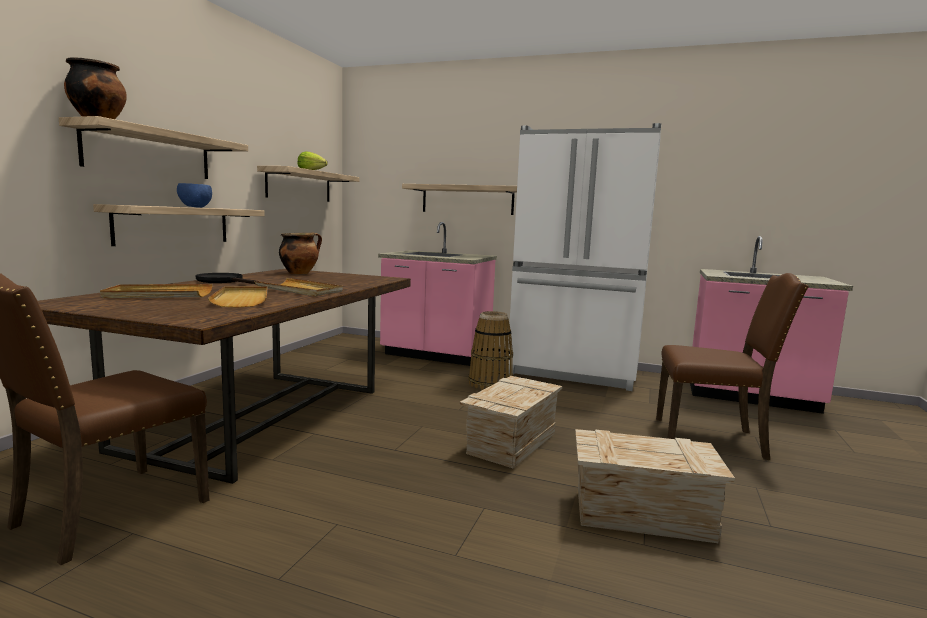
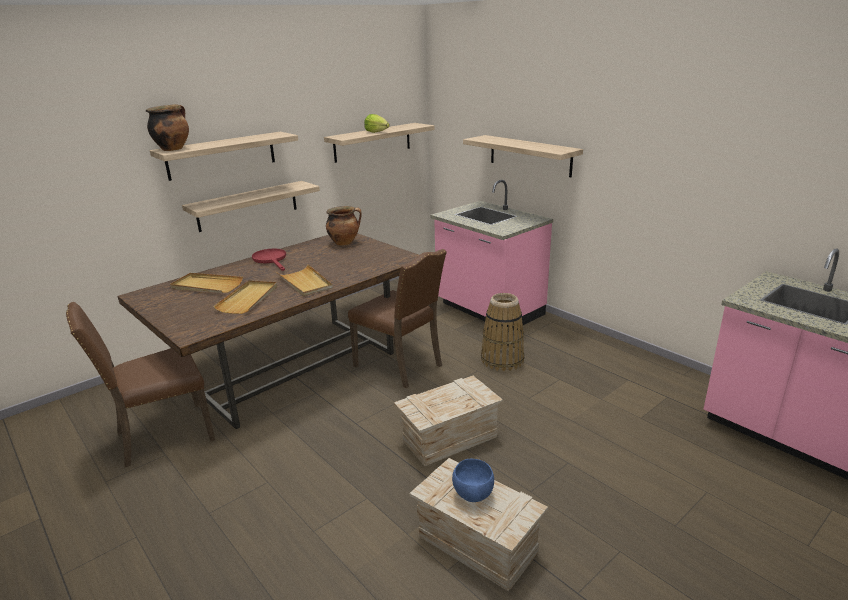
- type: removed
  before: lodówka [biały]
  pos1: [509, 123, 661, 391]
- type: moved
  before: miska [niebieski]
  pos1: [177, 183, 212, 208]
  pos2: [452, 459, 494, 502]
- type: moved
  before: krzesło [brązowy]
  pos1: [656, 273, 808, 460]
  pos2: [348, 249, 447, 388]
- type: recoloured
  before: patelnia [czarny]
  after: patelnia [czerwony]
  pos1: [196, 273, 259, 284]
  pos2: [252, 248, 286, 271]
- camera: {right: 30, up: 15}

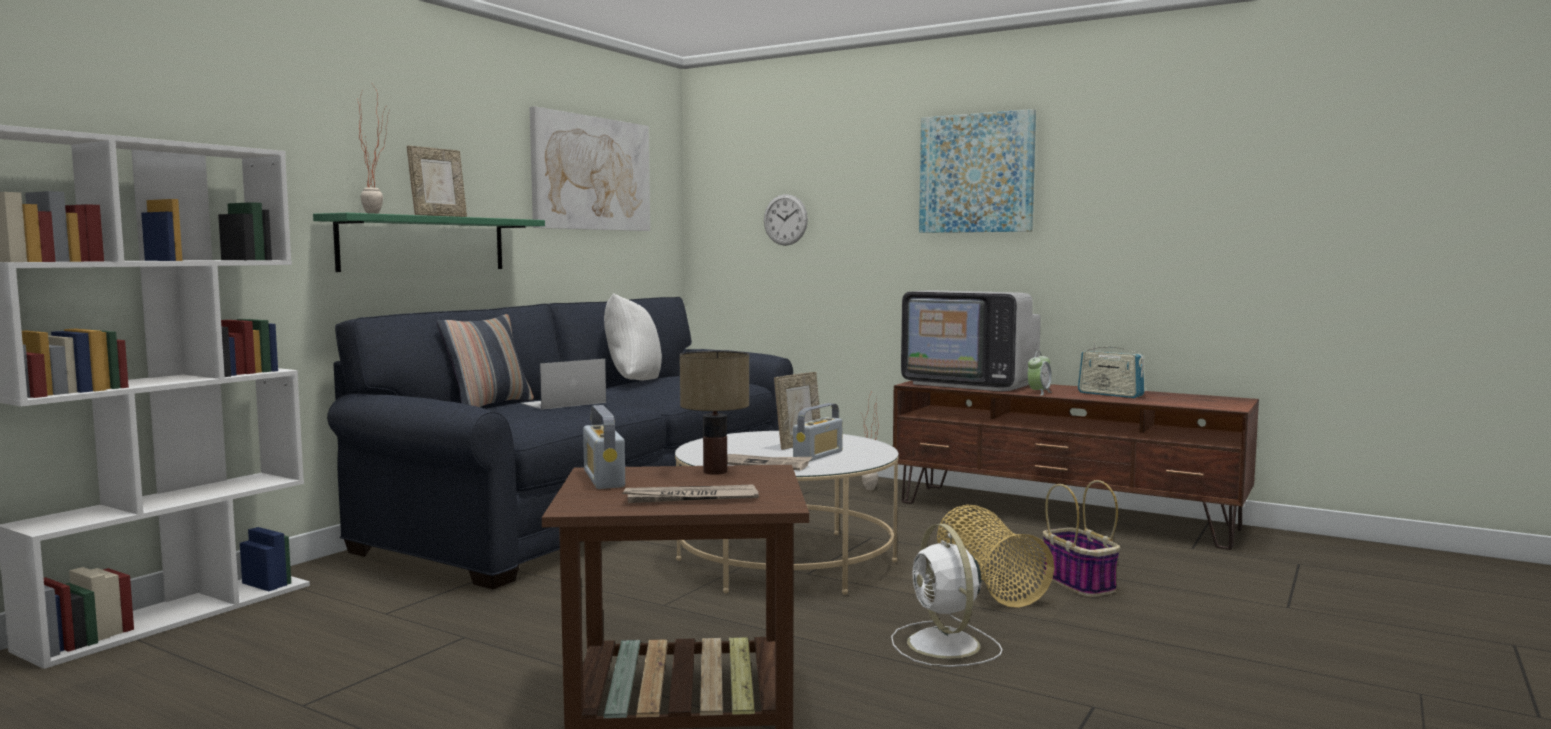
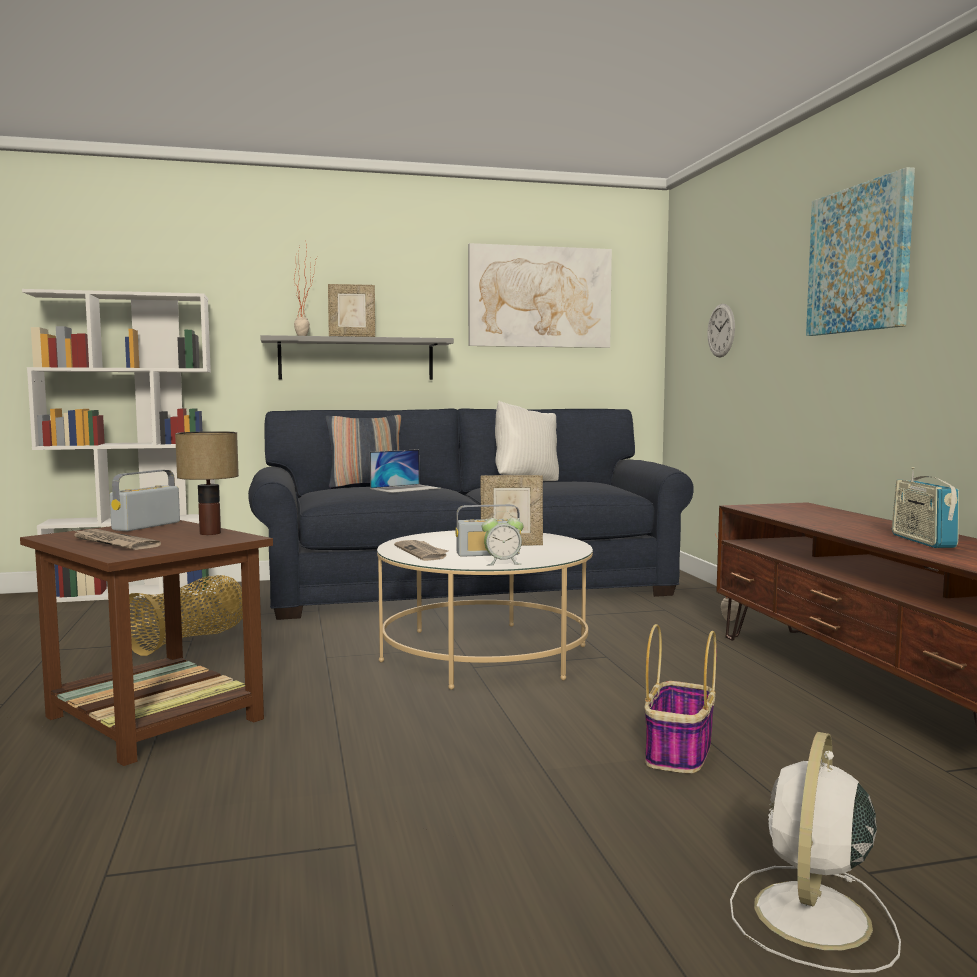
- type: removed
  before: telewizor
  pos1: [901, 290, 1041, 391]
- type: moved
  before: wentylator [biały]
  pos1: [891, 524, 1003, 667]
  pos2: [730, 732, 901, 973]
- type: moved
  before: koszyk
  pos1: [937, 505, 1054, 608]
  pos2: [129, 575, 243, 656]
- type: moved
  before: budzik
  pos1: [1027, 351, 1052, 395]
  pos2: [482, 511, 524, 566]
- type: recoloured
  before: półka [zielony]
  after: półka [szary]
  pos1: [313, 213, 545, 272]
  pos2: [260, 335, 454, 380]
- type: turned
  before: laptop
  pos1: [521, 359, 606, 410]
  pos2: [370, 449, 441, 493]
  turn: 135
- camera: {right: 45, up: 0}

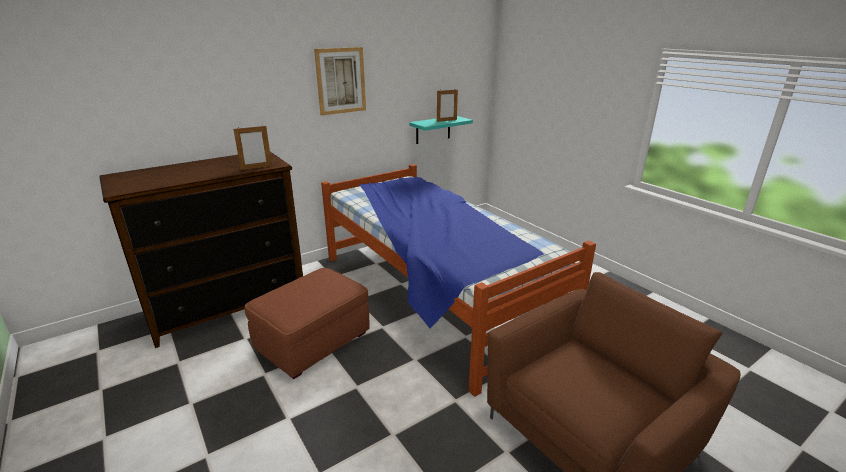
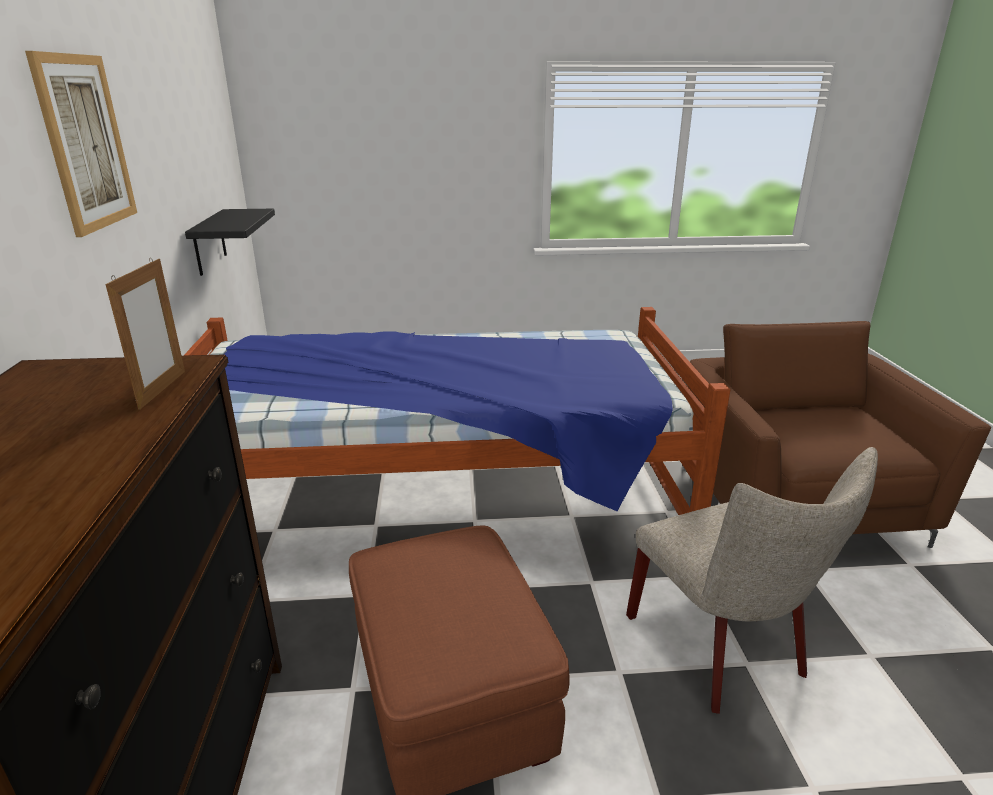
- type: removed
  before: ramka na zdjęcie
  pos1: [437, 90, 458, 122]
- type: added
  after: krzesło [beżowy]
  pos2: [626, 447, 878, 714]
- type: recoloured
  before: półka [turkusowy]
  after: półka [czarny]
  pos1: [409, 116, 473, 144]
  pos2: [185, 209, 275, 276]
- camera: {right: -60, up: 0}

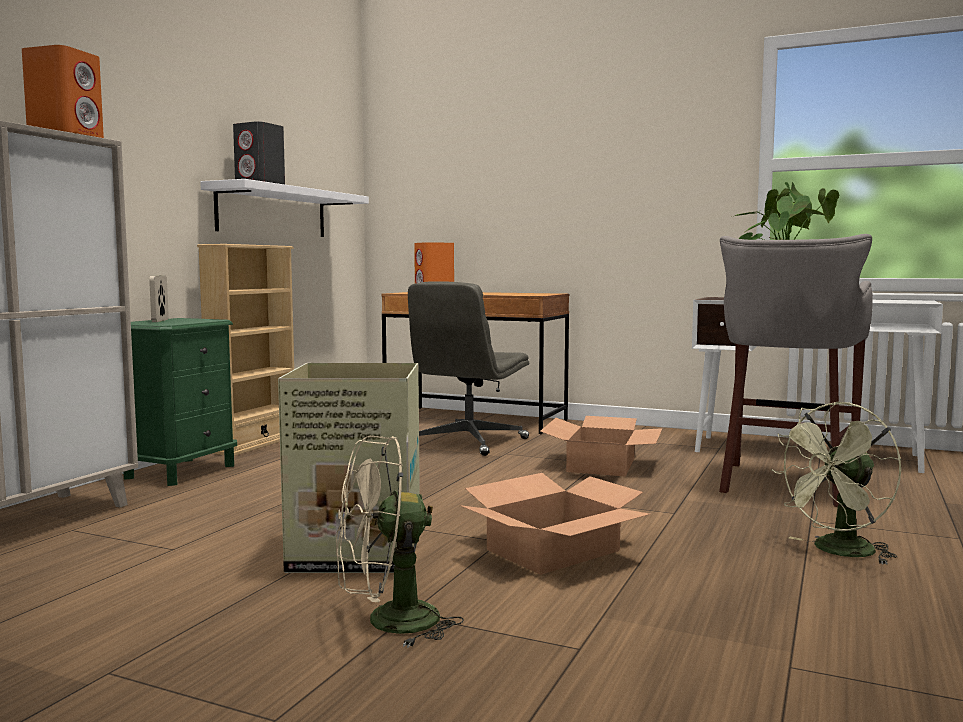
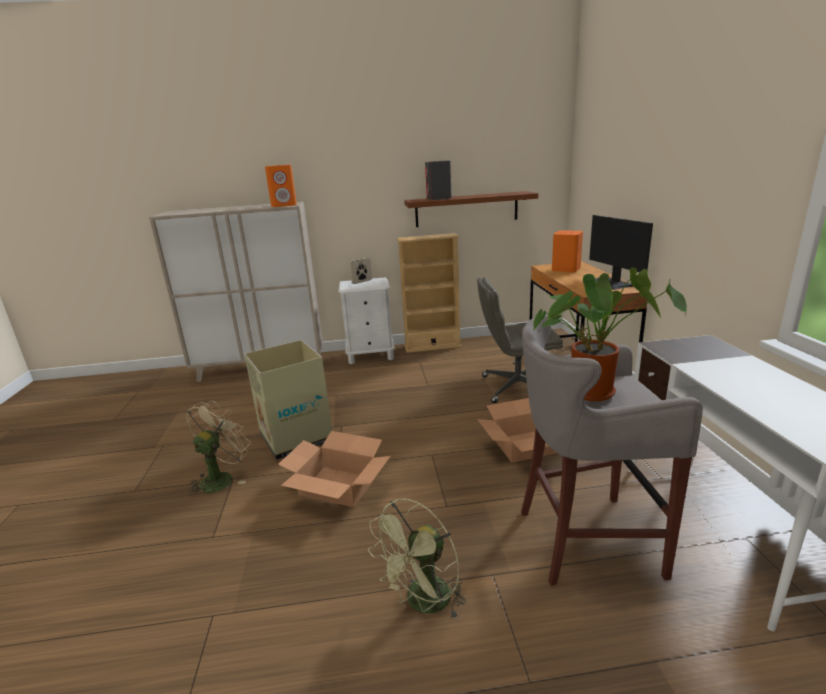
- type: added
  after: monitor
  pos2: [589, 215, 653, 290]
- type: recoloured
  before: szafka nocna [zielony]
  after: szafka nocna [biały]
  pos1: [123, 318, 237, 486]
  pos2: [338, 277, 395, 364]
- type: recoloured
  before: półka [biały]
  after: półka [brązowy]
  pos1: [200, 179, 369, 237]
  pos2: [404, 191, 538, 227]
- type: turned
  before: wentylator [beżowy]
  pos1: [336, 436, 464, 648]
  pos2: [187, 400, 251, 496]
  turn: 75
- type: turned
  before: wentylator [zielony]
  pos1: [771, 402, 901, 565]
  pos2: [368, 499, 466, 620]
  turn: -75
- camera: {right: 60, up: 15}

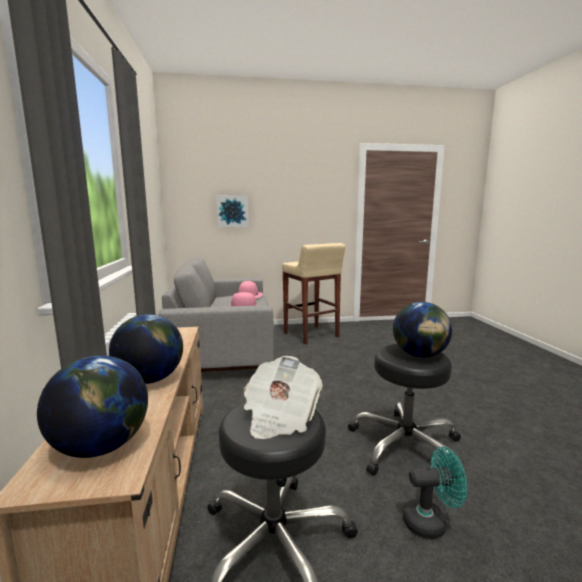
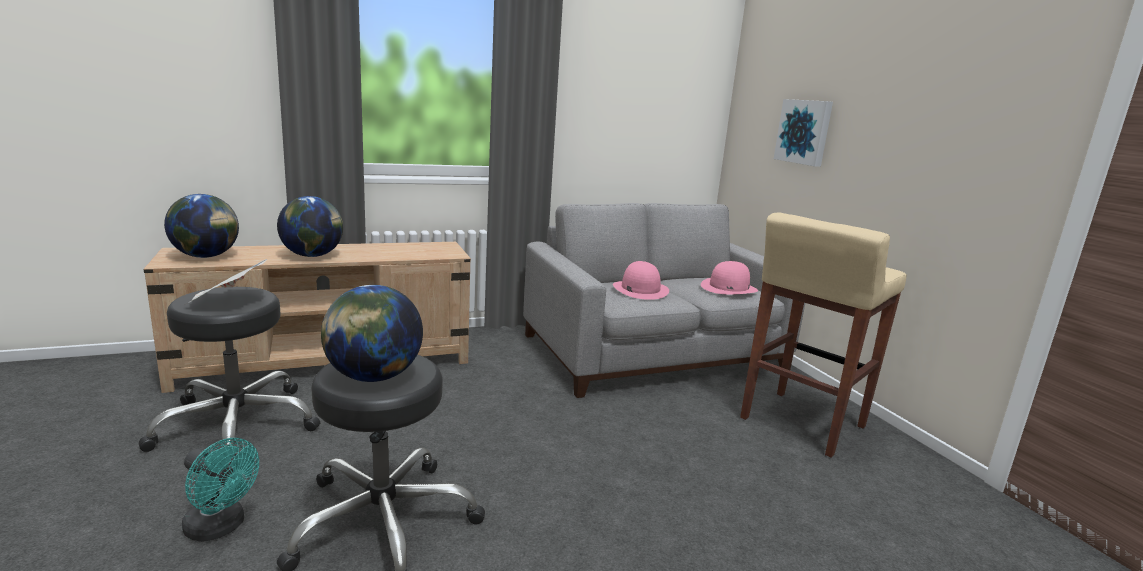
- type: turned
  before: wentylator [turkusowy]
  pos1: [403, 447, 467, 539]
  pos2: [182, 438, 259, 542]
  turn: -45
- camera: {right: 75, up: 5}

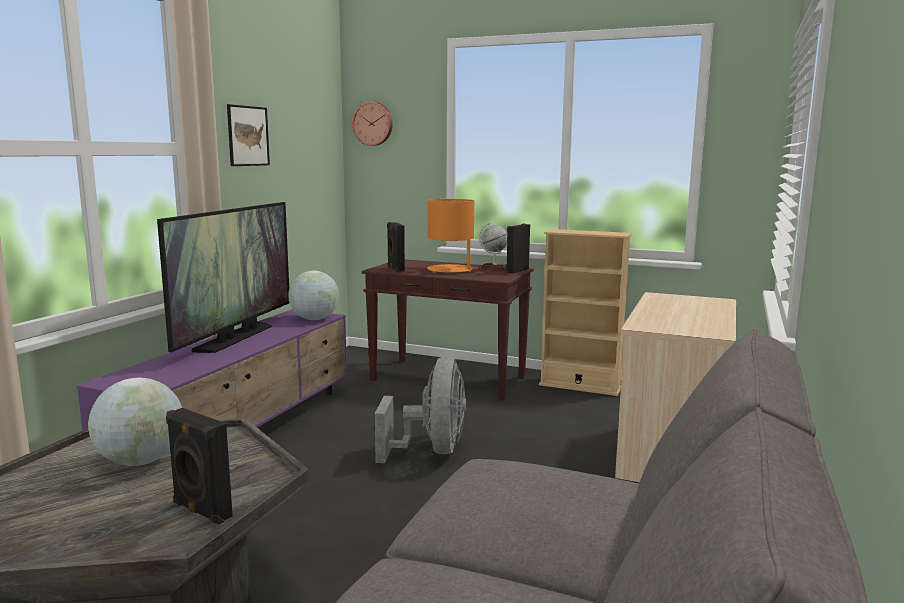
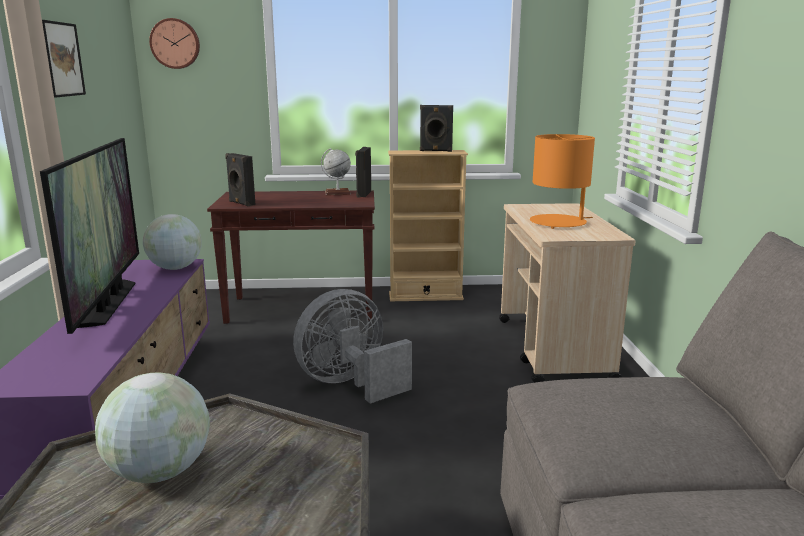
- type: moved
  before: głośnik [czarny]
  pos1: [166, 408, 233, 525]
  pos2: [420, 105, 453, 152]
- type: moved
  before: lampa stołowa [pomarańczowy]
  pos1: [427, 199, 478, 273]
  pos2: [530, 134, 595, 229]
- type: turned
  before: wentylator [szary]
  pos1: [375, 356, 466, 463]
  pos2: [293, 289, 412, 404]
  turn: -105
- camera: {right: -25, up: 5}

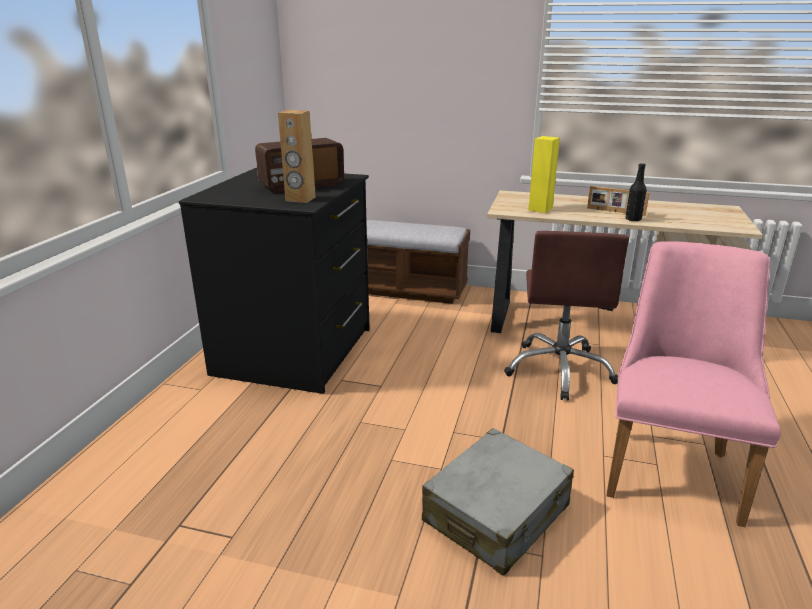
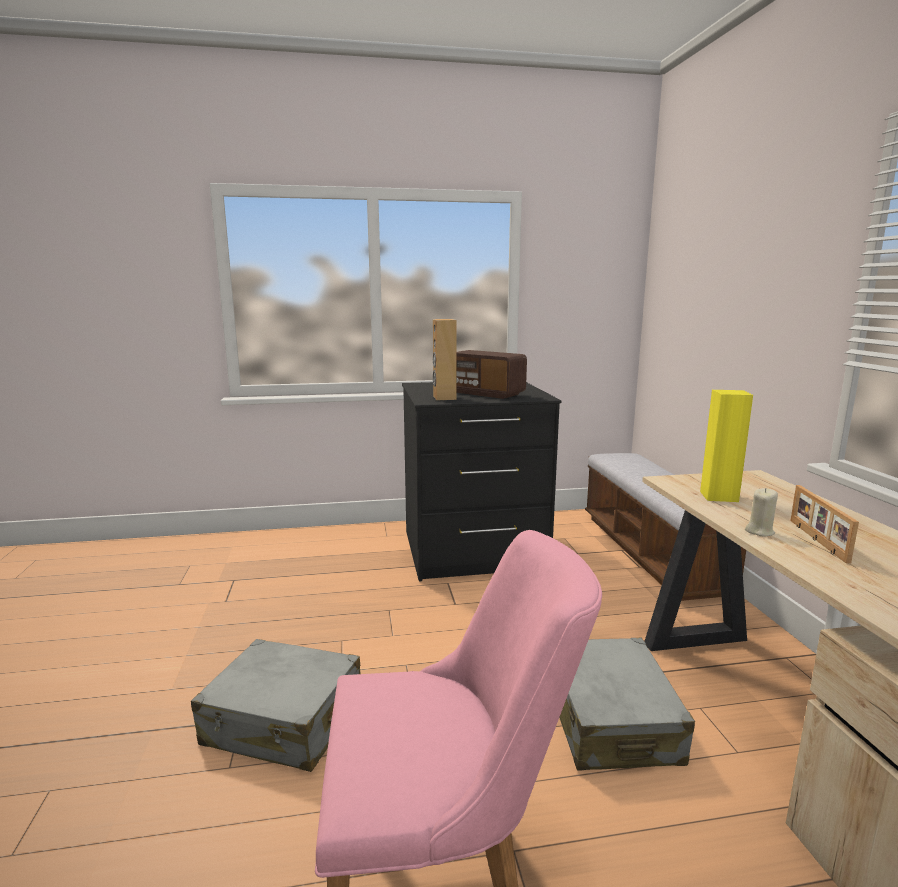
- type: removed
  before: butelka [czarny]
  pos1: [625, 163, 647, 221]
- type: added
  after: świeca [beżowy]
  pos2: [745, 488, 778, 536]
- type: replaced
  before: krzesło biurowe [brązowy]
  after: walizka [szary]
  pos1: [504, 231, 629, 400]
  pos2: [559, 638, 695, 771]
- camera: {right: 65, up: -10}

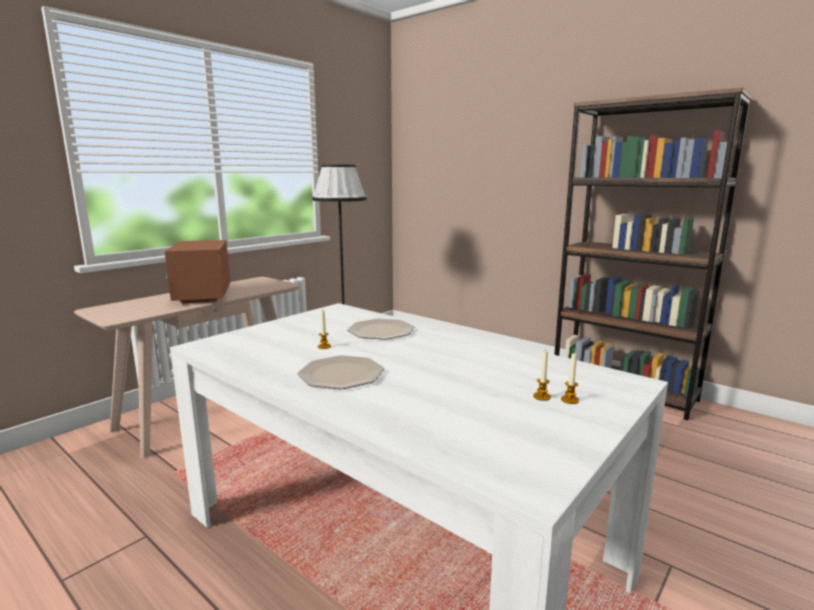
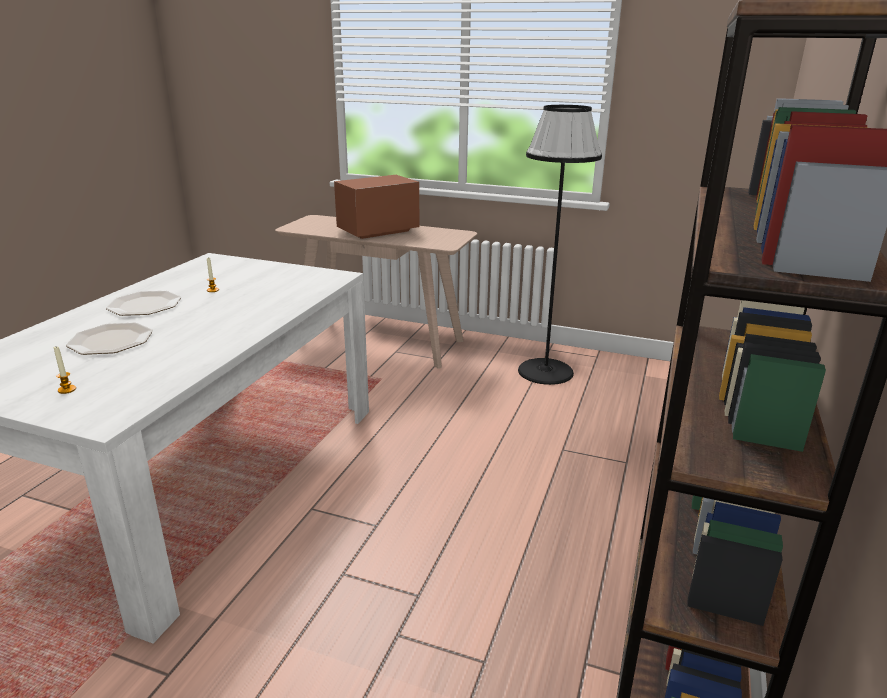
- type: removed
  before: świeca
  pos1: [533, 349, 551, 401]
- type: moved
  before: talerz
  pos1: [347, 319, 414, 340]
  pos2: [66, 323, 153, 355]
- camera: {right: 70, up: 10}

